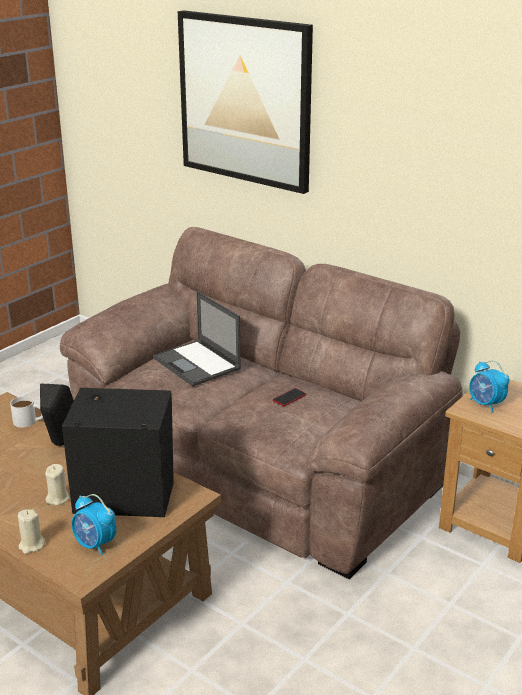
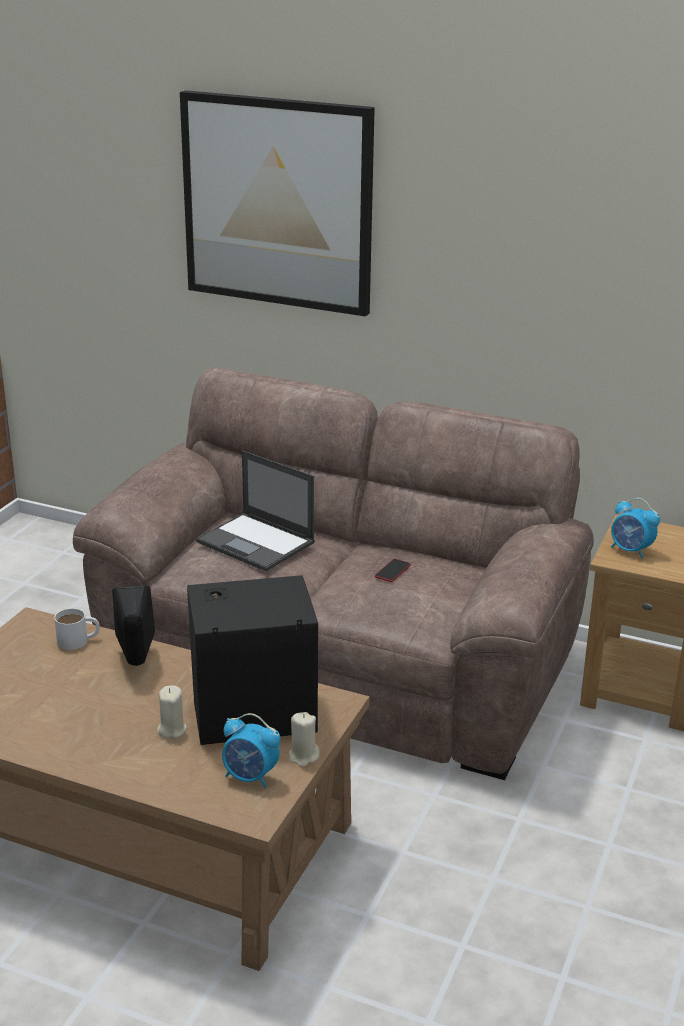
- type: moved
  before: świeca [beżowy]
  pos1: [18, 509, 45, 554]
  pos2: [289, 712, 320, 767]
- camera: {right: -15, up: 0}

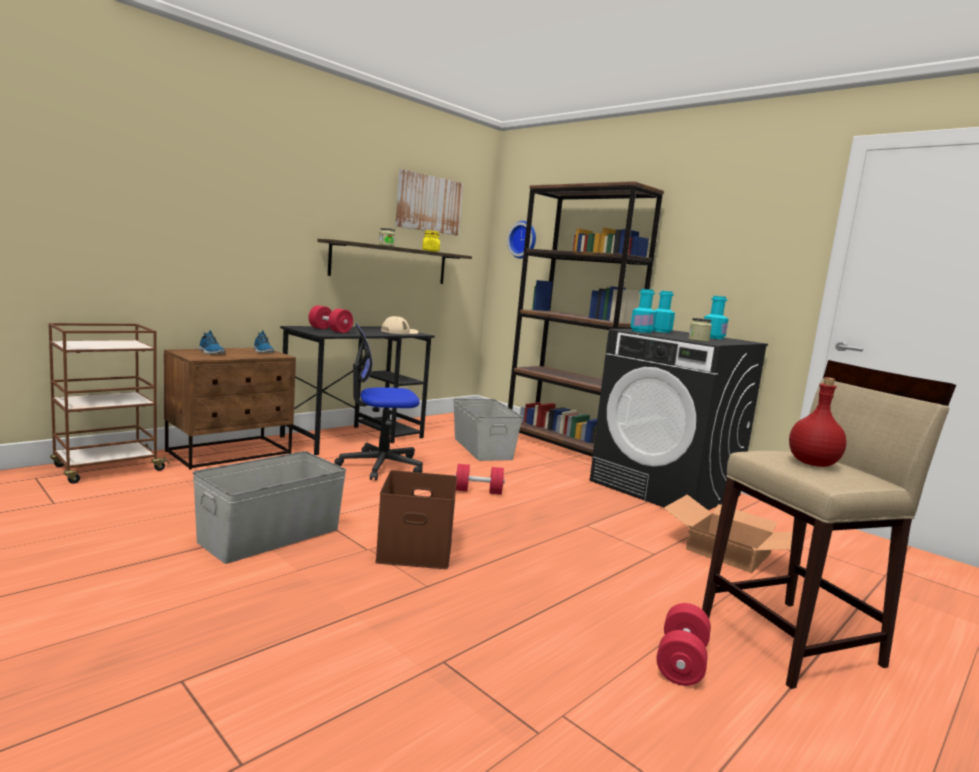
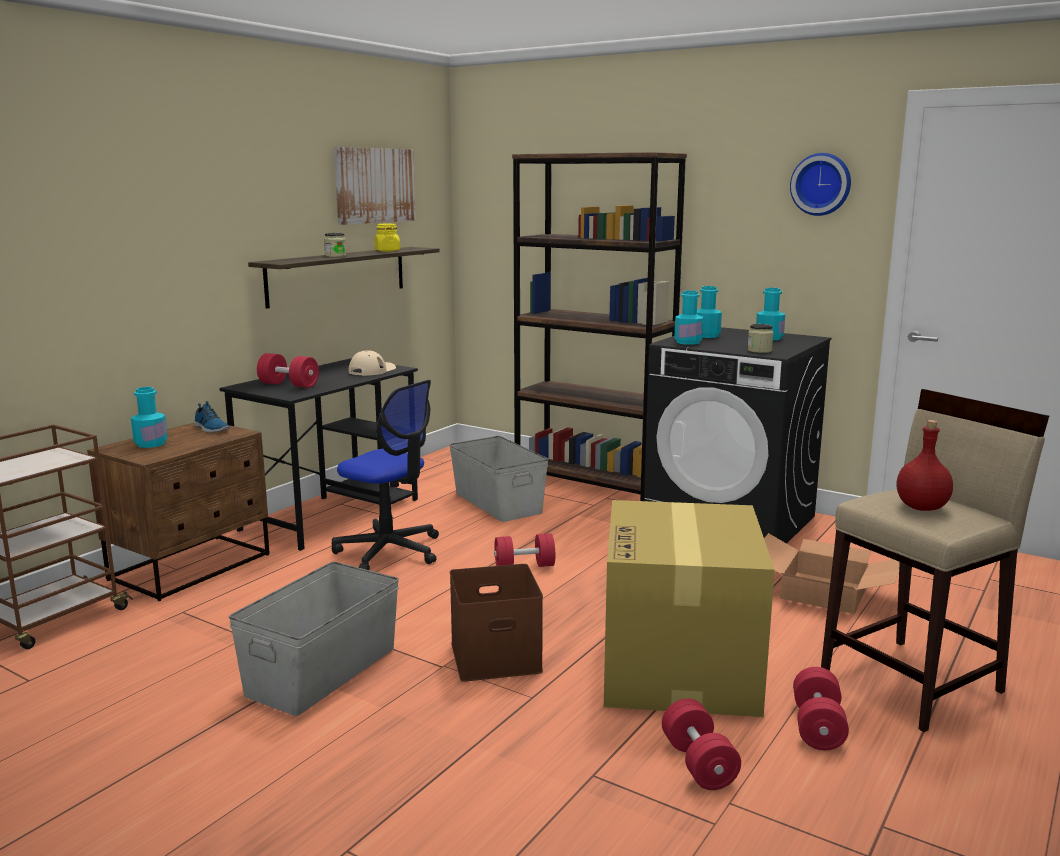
- type: added
  after: karton
  pos2: [604, 500, 775, 717]
- type: added
  after: hantel [czerwony]
  pos2: [662, 699, 741, 790]
- type: moved
  before: zegar ścienny
  pos1: [507, 221, 536, 259]
  pos2: [790, 153, 851, 216]
- type: replaced
  before: but
  after: butelka [turkusowy]
  pos1: [199, 330, 226, 354]
  pos2: [131, 387, 168, 448]
- type: turned
  before: krzesło biurowe
  pos1: [334, 323, 423, 481]
  pos2: [332, 380, 439, 570]
  turn: -120
- camera: {right: -10, up: 5}

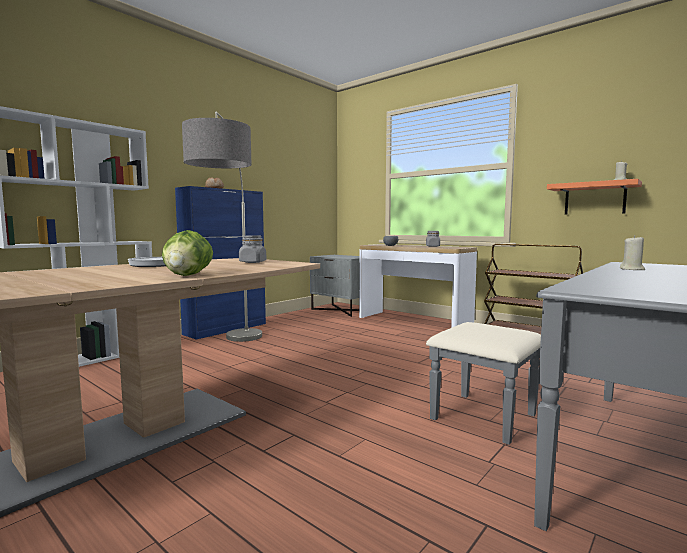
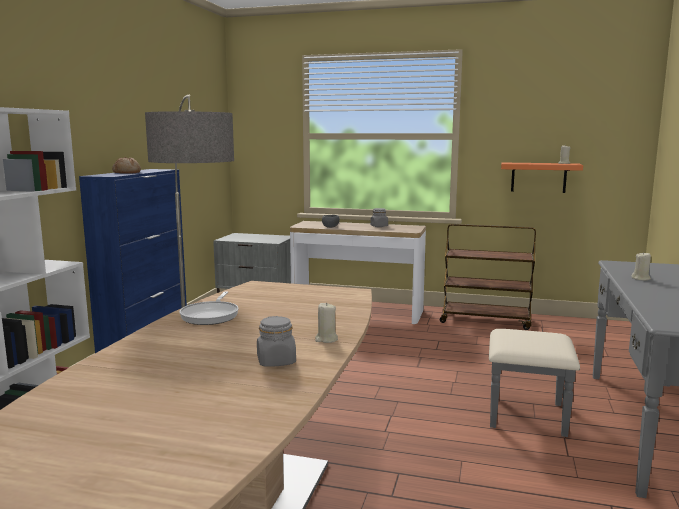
- type: moved
  before: słoik [szary]
  pos1: [239, 235, 266, 263]
  pos2: [257, 316, 296, 367]
- type: replaced
  before: sałata
  after: świeca [beżowy]
  pos1: [162, 230, 213, 276]
  pos2: [315, 302, 338, 343]
- camera: {right: -25, up: 5}

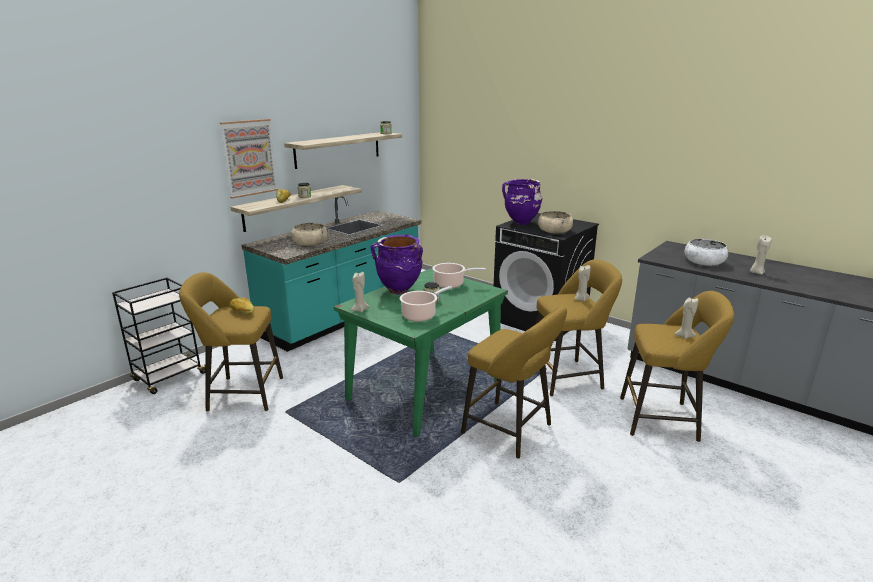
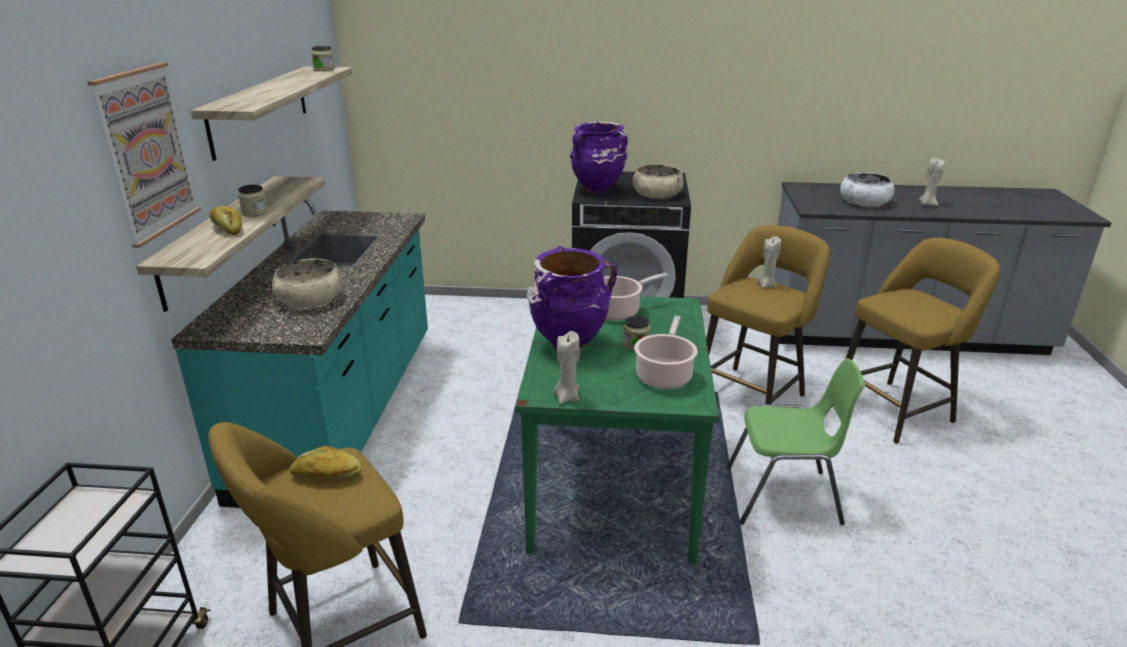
- type: removed
  before: świeca [beżowy]
  pos1: [674, 298, 698, 339]
- type: replaced
  before: stołek [żółty]
  after: krzesło [zielony]
  pos1: [461, 306, 567, 459]
  pos2: [726, 358, 865, 525]
- camera: {right: -35, up: 5}

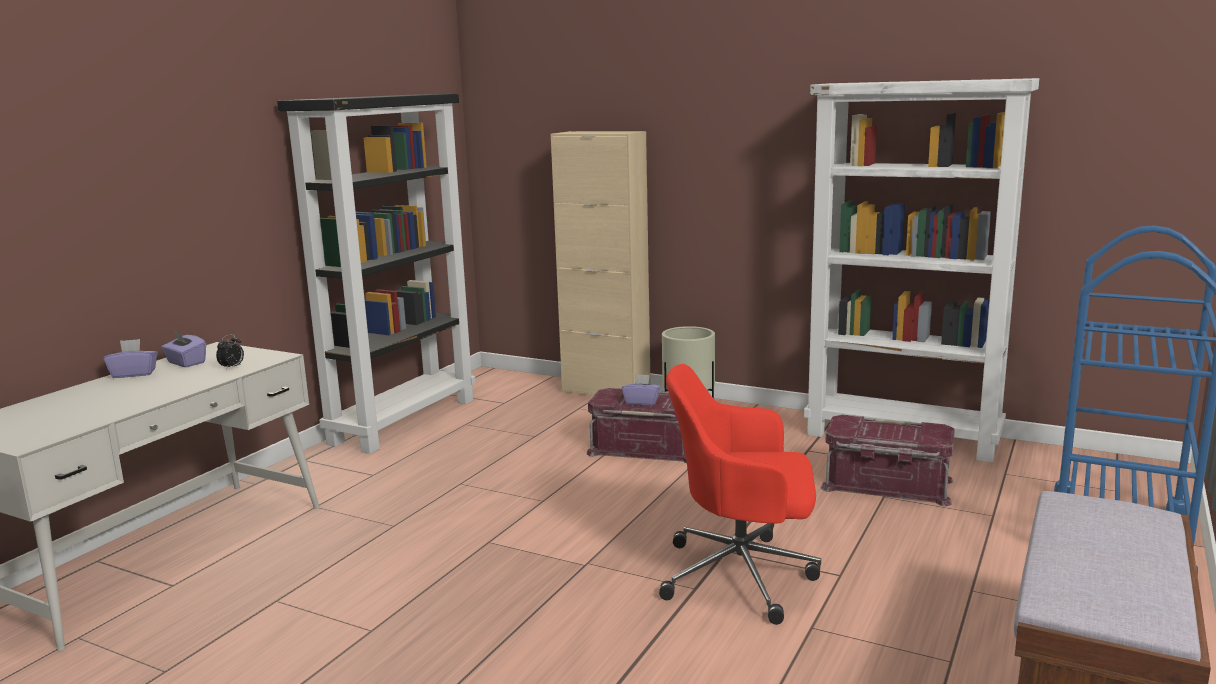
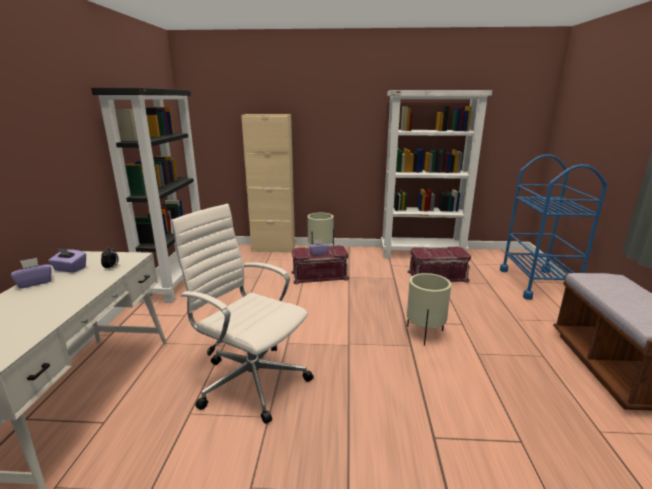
- type: added
  after: krzesło biurowe [biały]
  pos2: [170, 204, 313, 424]
- type: replaced
  before: krzesło biurowe [czerwony]
  after: donica [beżowy]
  pos1: [659, 364, 821, 625]
  pos2: [407, 273, 451, 346]
- camera: {right: -25, up: 5}

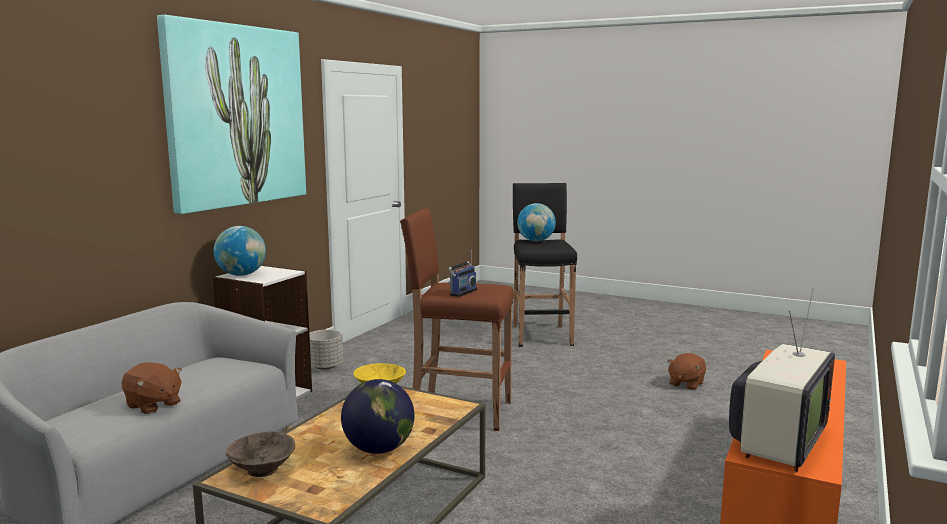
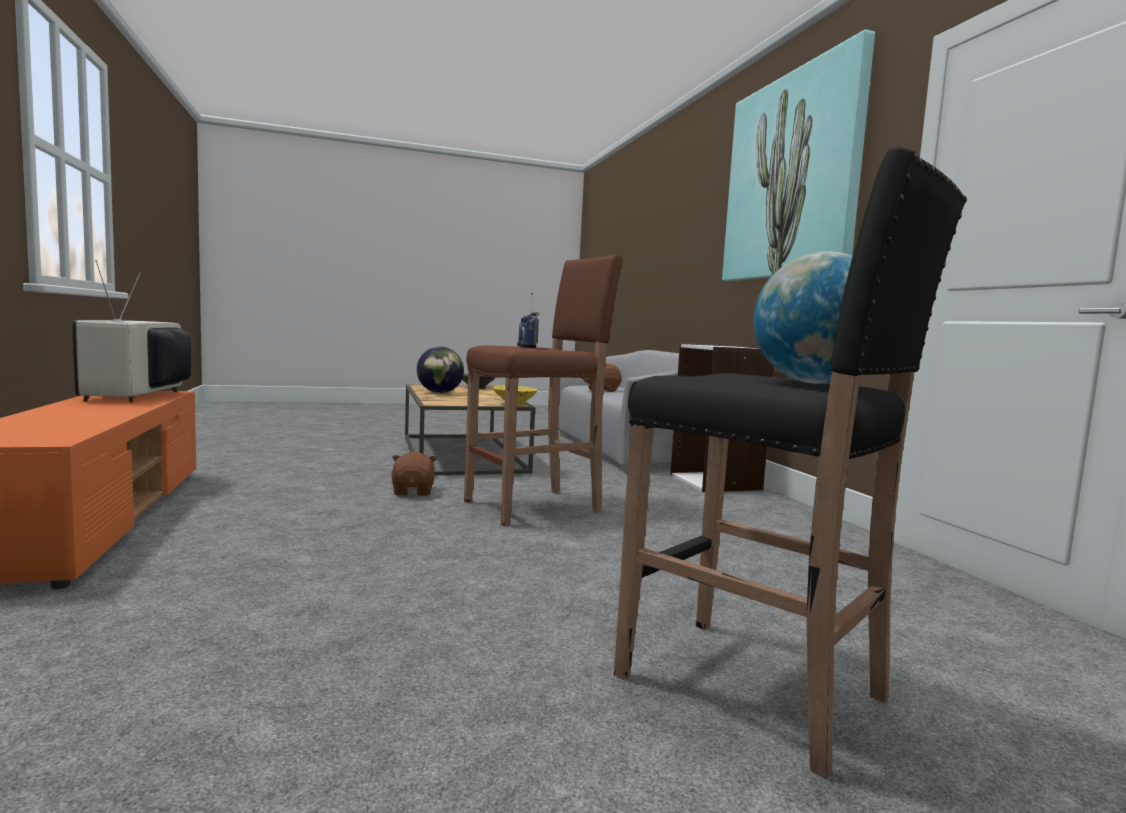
- type: removed
  before: globus
  pos1: [214, 226, 266, 276]
- type: removed
  before: donica [szary]
  pos1: [309, 330, 343, 370]
- type: moved
  before: pluszak [brązowy]
  pos1: [667, 353, 706, 390]
  pos2: [391, 452, 437, 495]
- camera: {right: 135, up: -5}

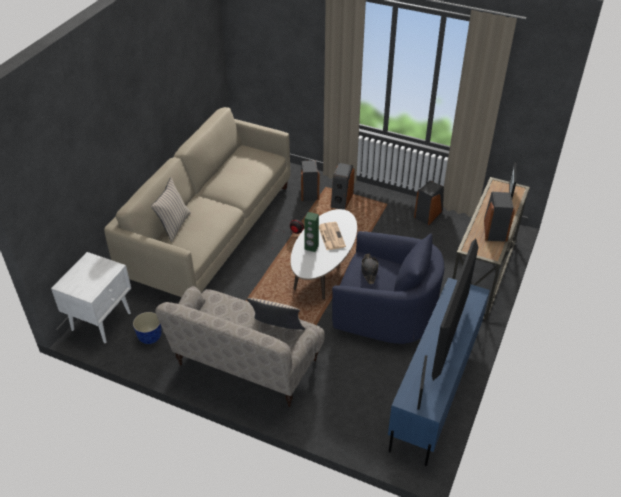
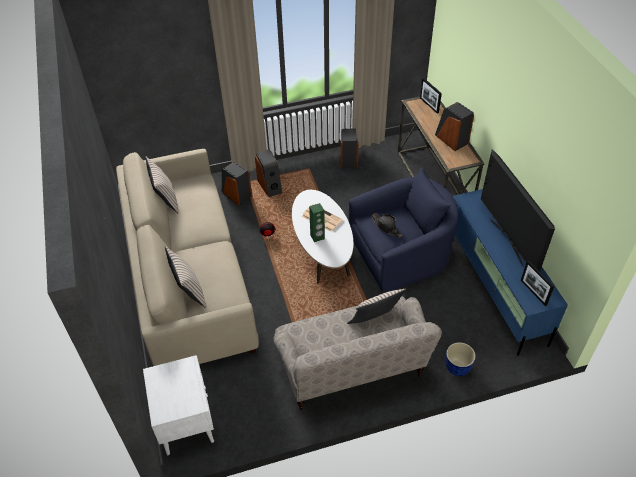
- type: added
  after: poduszka [beżowy]
  pos2: [145, 157, 179, 213]
- type: moved
  before: donica
  pos1: [133, 312, 162, 344]
  pos2: [446, 342, 476, 376]
- camera: {right: -40, up: 5}

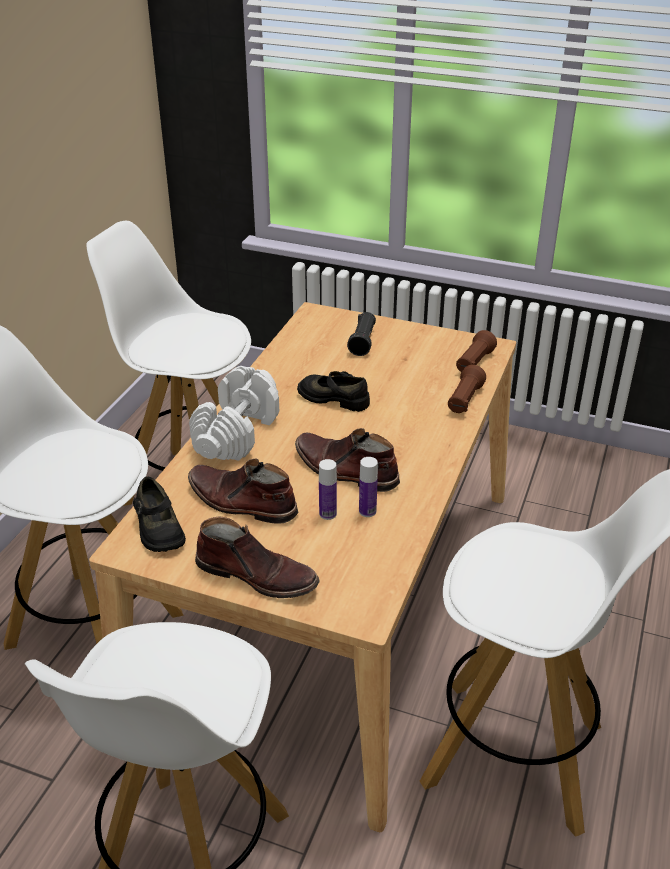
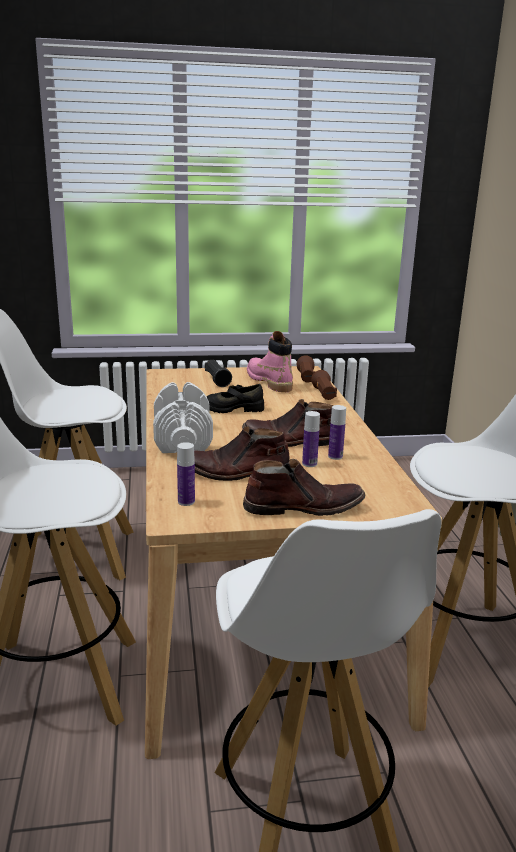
- type: added
  after: but z cholewką [różowy]
  pos2: [247, 331, 293, 392]
- type: replaced
  before: but [czarny]
  after: butelka
  pos1: [133, 477, 186, 552]
  pos2: [177, 442, 195, 506]
- camera: {right: -30, up: -15}

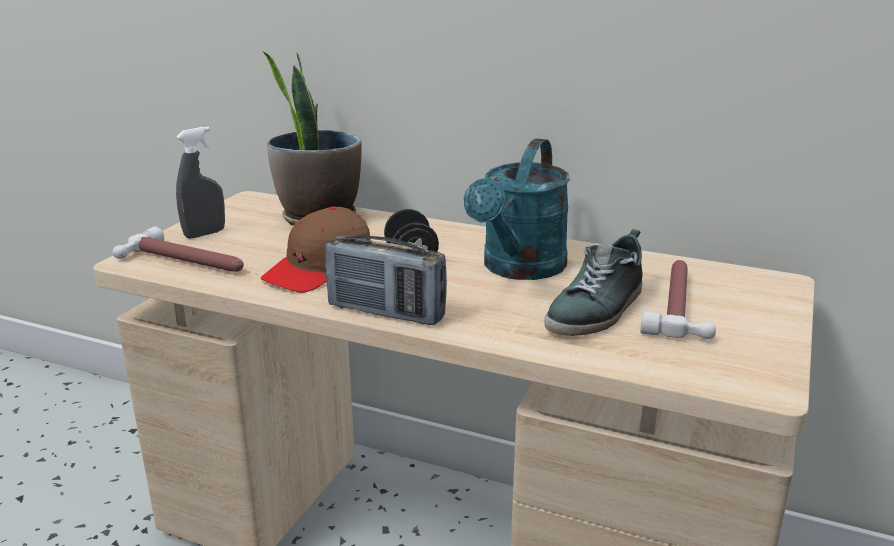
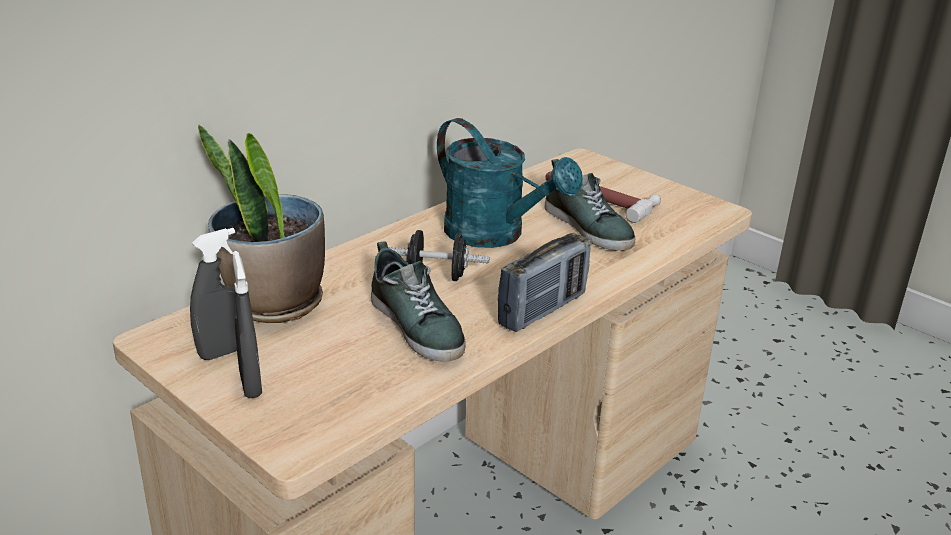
- type: removed
  before: młotek
  pos1: [113, 227, 244, 272]
- type: added
  after: spryskiwacz [szary]
  pos2: [190, 228, 237, 360]
- type: replaced
  before: czapka z daszkiem [brązowy]
  after: but
  pos1: [261, 206, 370, 293]
  pos2: [371, 241, 466, 362]
- camera: {right: -70, up: 5}

